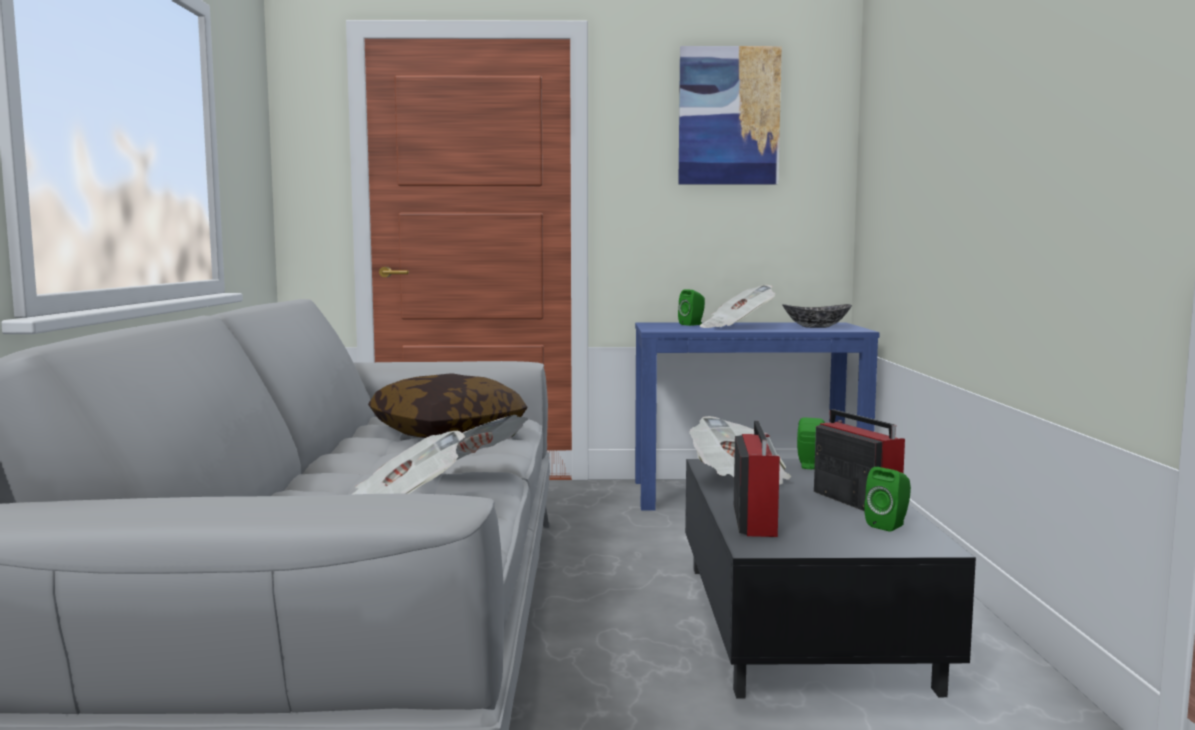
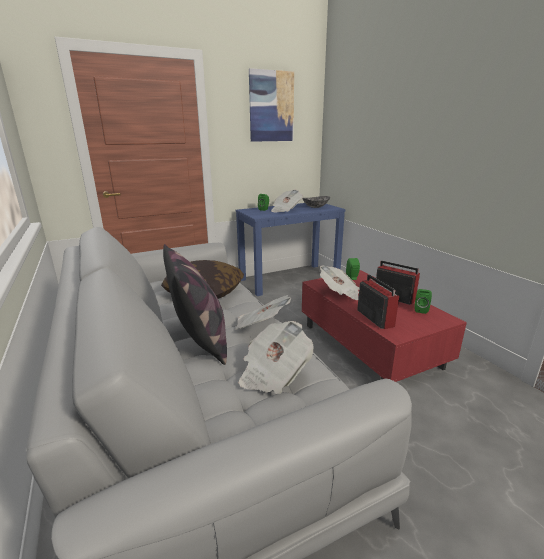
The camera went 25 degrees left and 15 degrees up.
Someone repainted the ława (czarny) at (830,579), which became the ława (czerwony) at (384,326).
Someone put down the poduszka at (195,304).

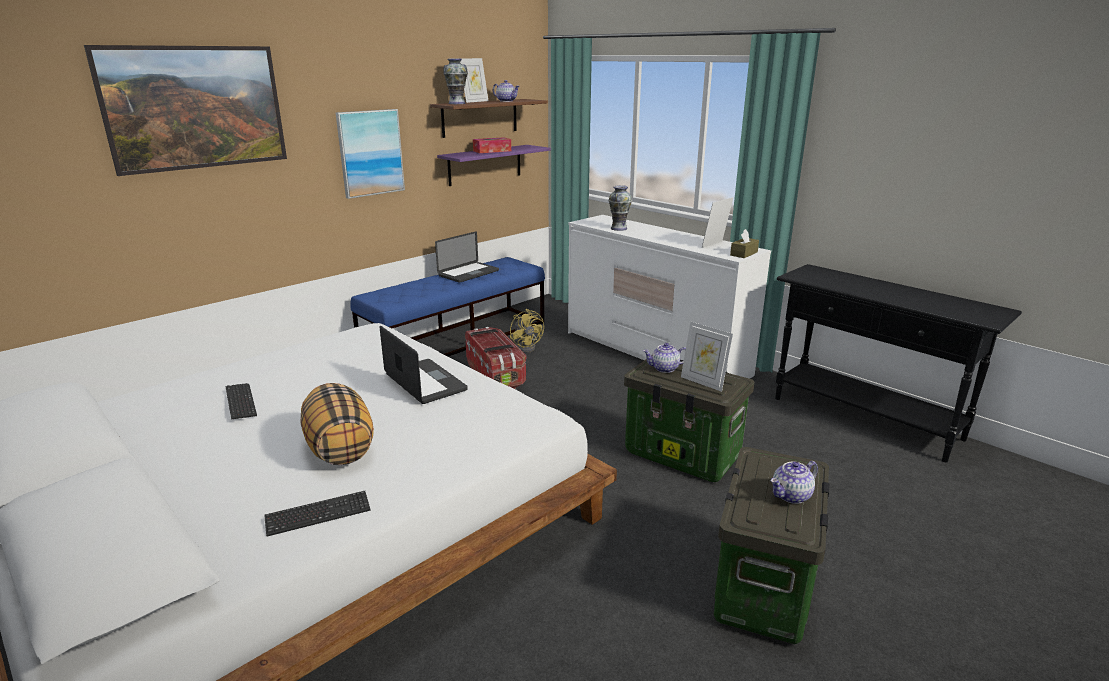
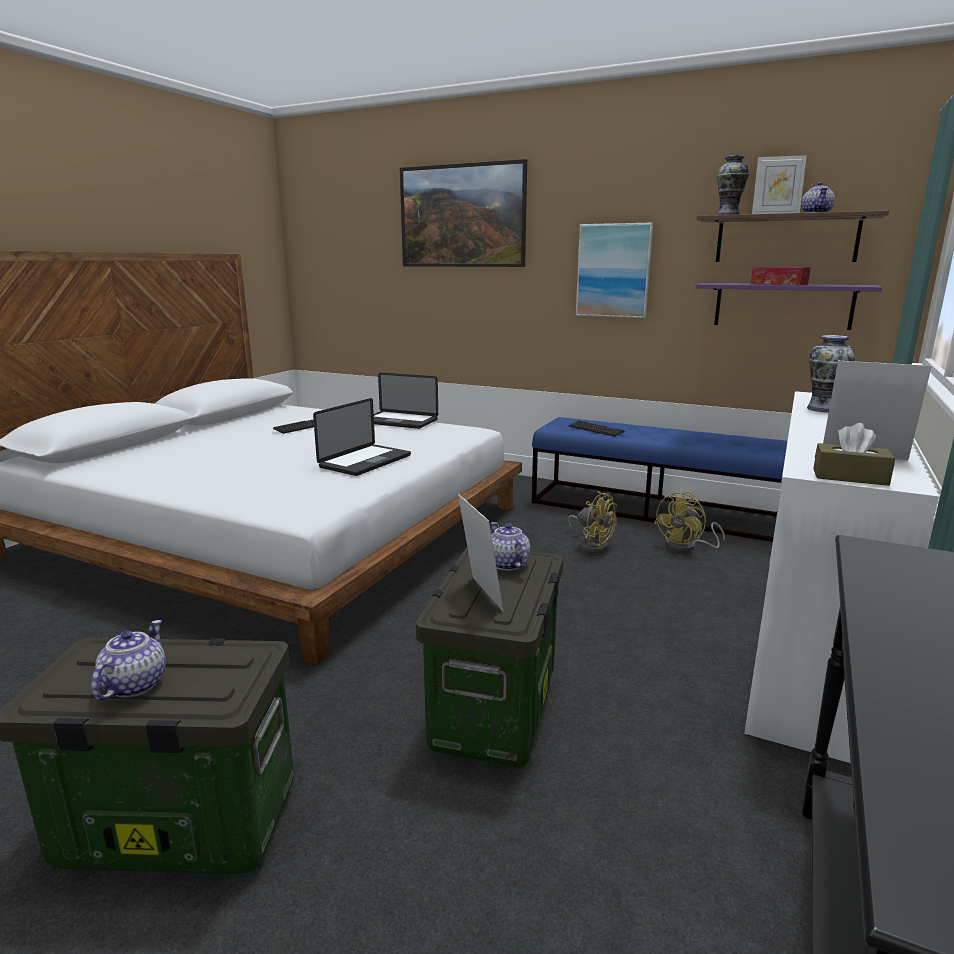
The camera went 70 degrees right and 5 degrees down.
Someone carried the laptop from (467,257) to (406,401).
Someone rotated the ramka na zdjęcie at (707,357) by 135 degrees clockwise.
Someone swapped the pojemnik do przechowywania at (495,358) for the wentylator (żółty) at (592,522).
Someone took away the poduszka at (337,424).
Someone rotated the imbryk at (794,482) by 60 degrees clockwise.
Someone carried the klawiatura from (317,514) to (597,429).

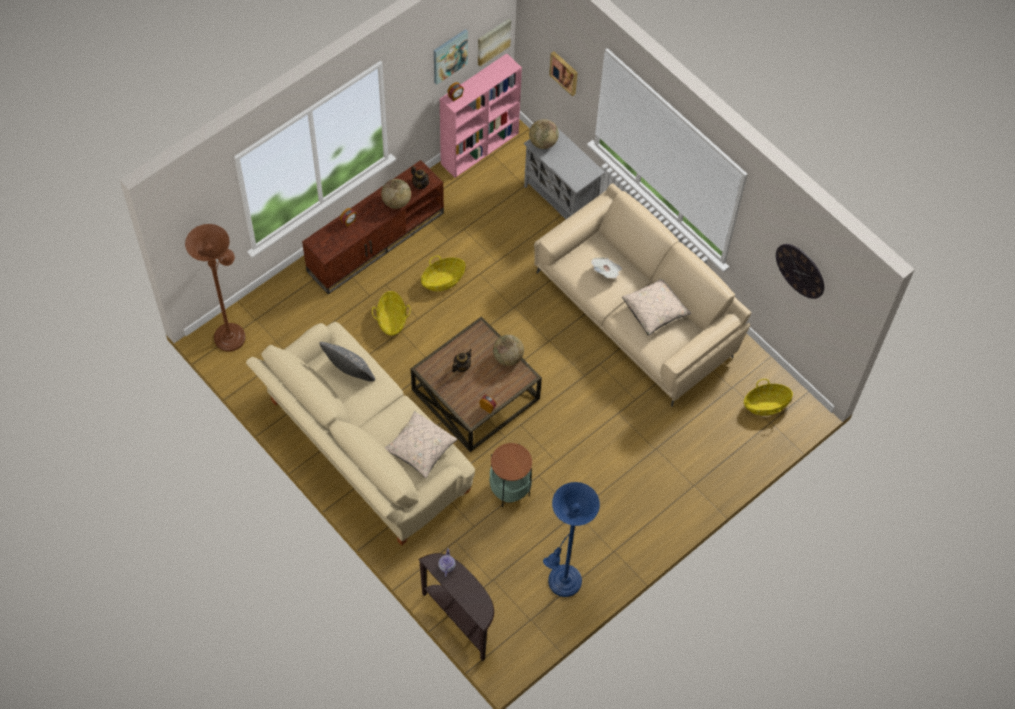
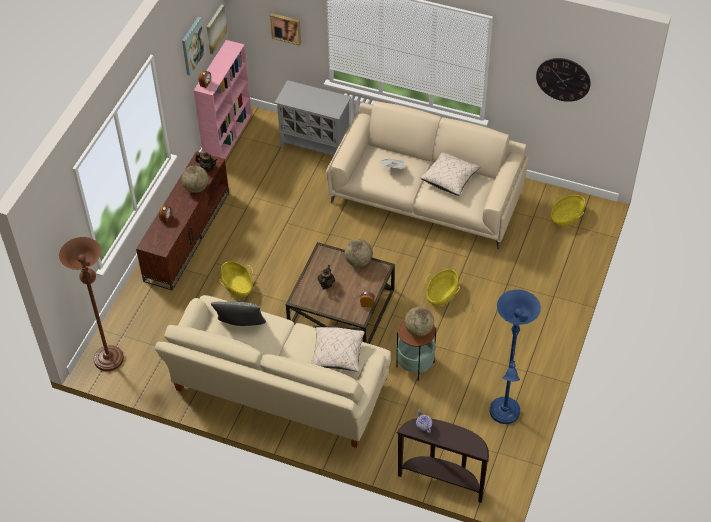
The camera went 25 degrees left and 10 degrees down.
Someone carried the globus from (544,134) to (419,321).
Someone carried the koszyk from (443,273) to (442,287).

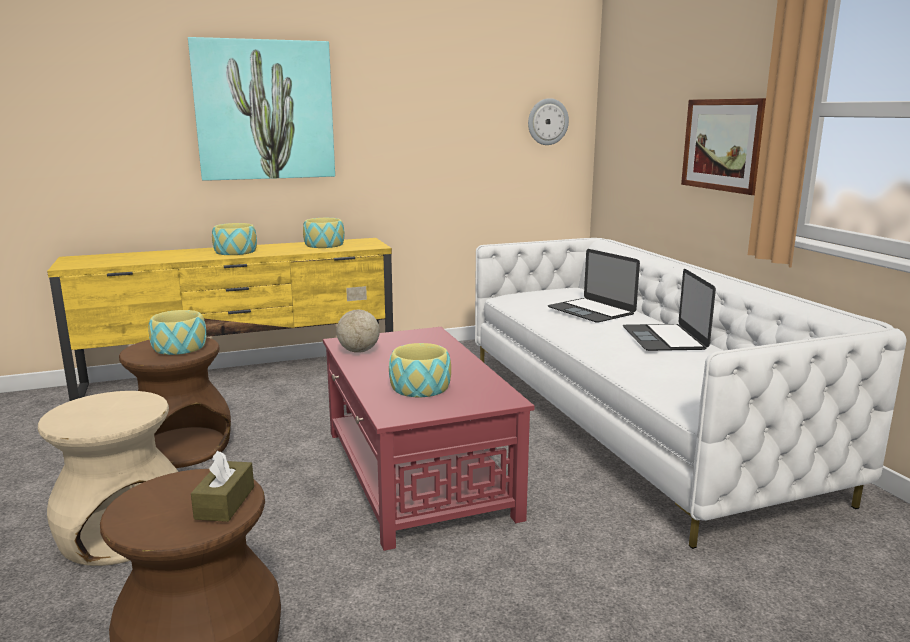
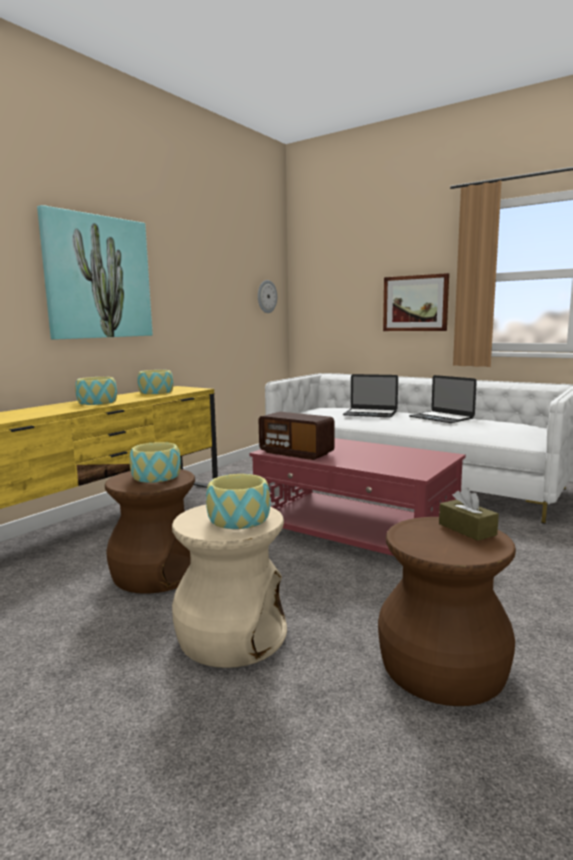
The camera went 35 degrees left and 5 degrees down.
Someone swapped the globus at (358,319) for the radio at (297,436).
Someone carried the miska from (420,370) to (238,501).

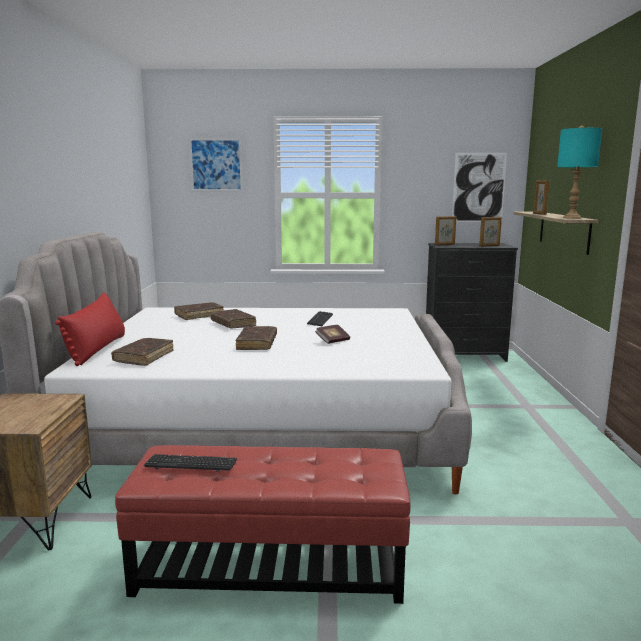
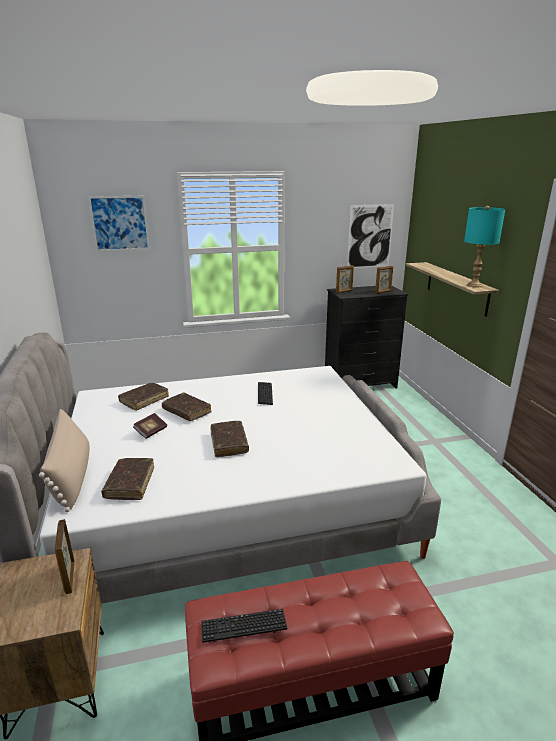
The camera went 15 degrees left and 10 degrees up.
Someone carried the ramka na zdjęcie from (541,198) to (65,556).
Someone repainted the poduszka (czerwony) at (90,329), which became the poduszka (beżowy) at (64,460).
Someone carried the książka from (332,334) to (150,426).

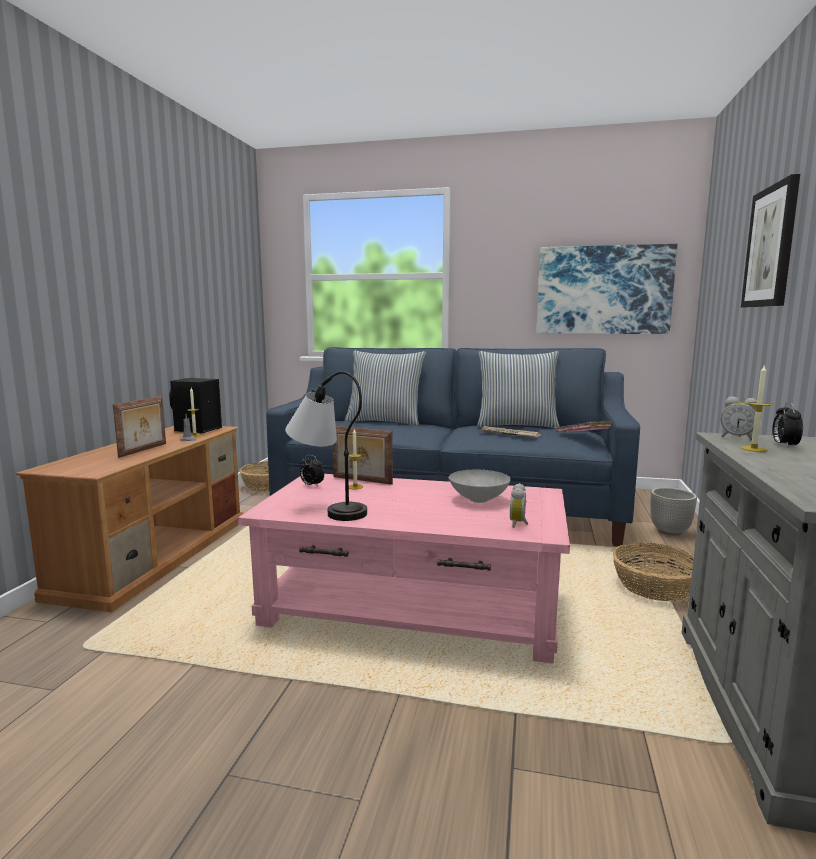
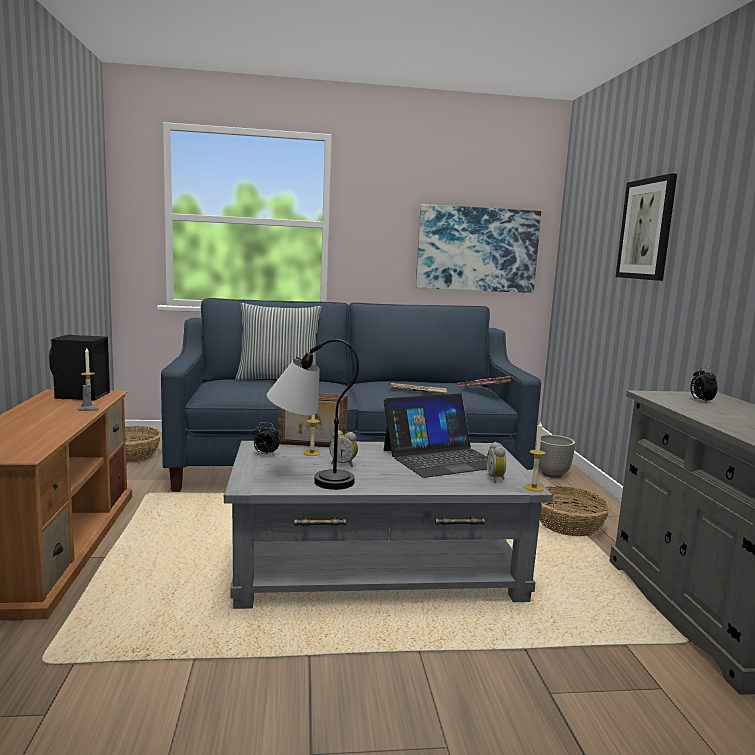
The camera went 20 degrees left and 0 degrees up.
Someone took away the poduszka at (518,389).
Someone carried the świeca from (756,408) to (535,457).
Someone took away the ramka na zdjęcie at (139,427).
Someone carried the budzik from (739,418) to (343,448).
Someone swapped the miska (szary) at (480,486) for the laptop at (435,436).
Someone repainted the ława (różowy) at (404,569), which became the ława (szary) at (388,525).

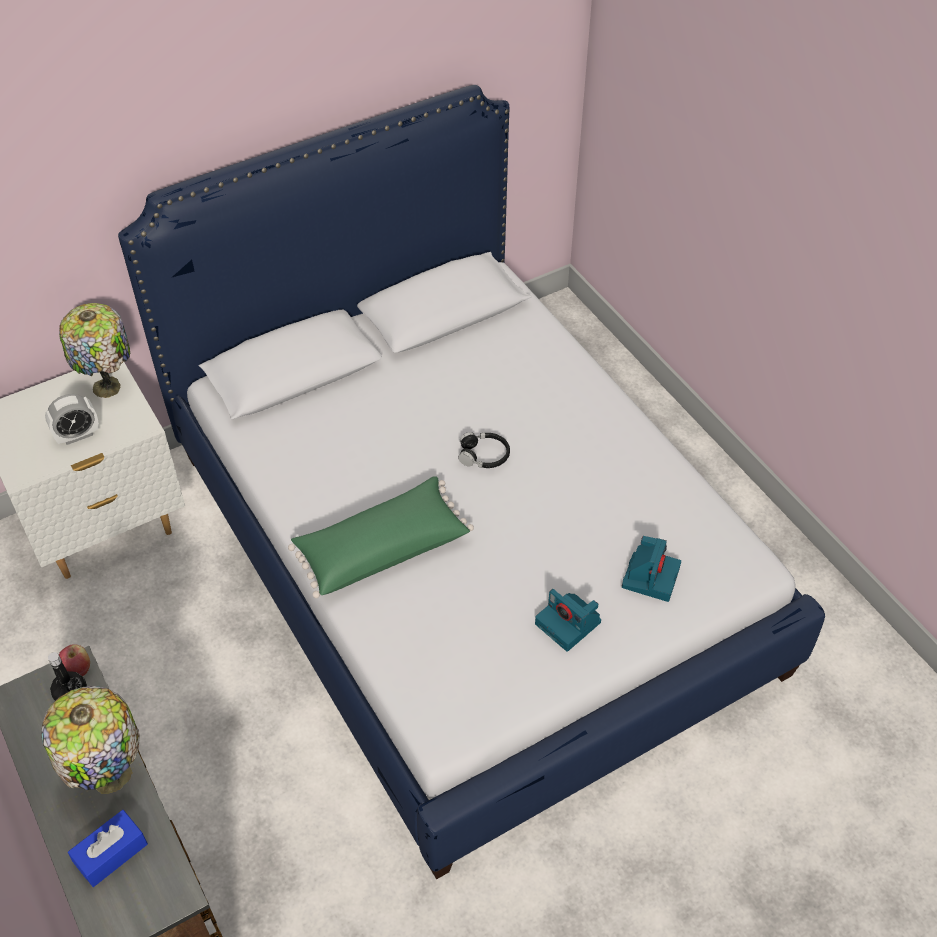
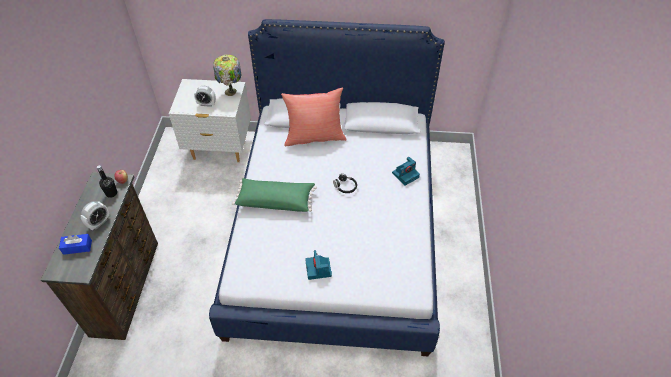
The camera went 35 degrees right and 0 degrees up.
Someone carried the aparat fotograficzny from (651,569) to (406,171).
Someone swapped the lampa stołowa at (90,740) for the budzik at (95,215).
Someone put down the poduszka (czerwony) at (314,117).

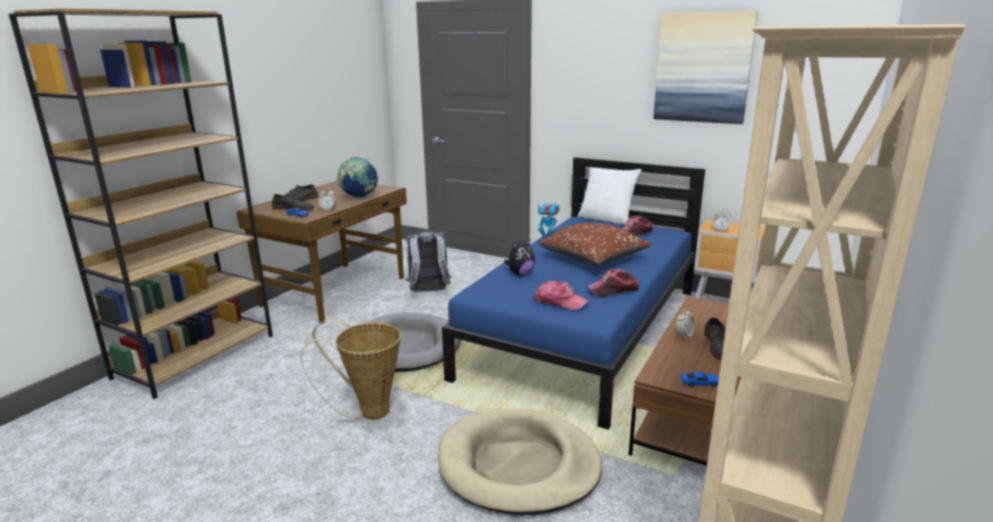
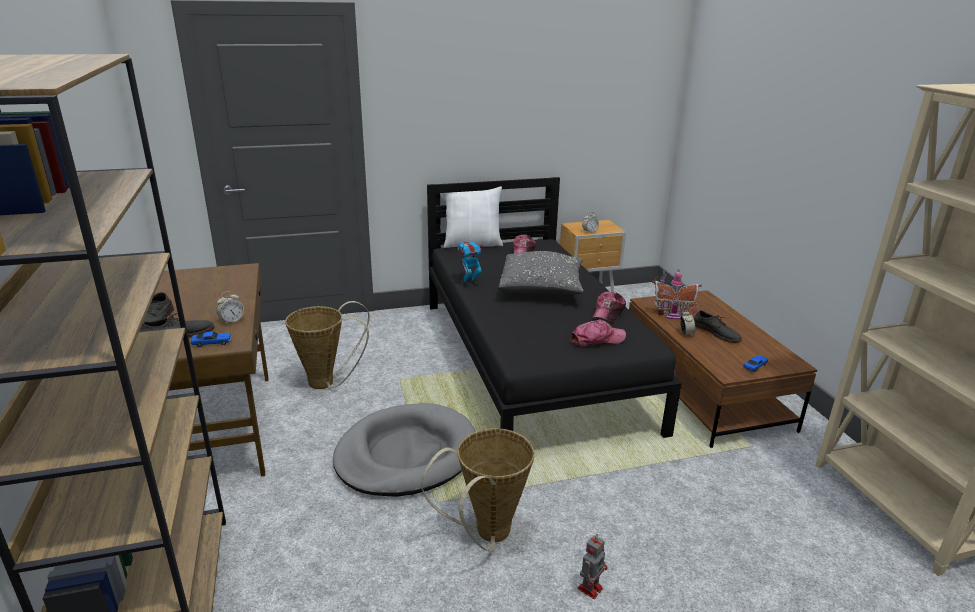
The camera went 45 degrees left and 5 degrees up.
Someone took away the obraz at (705,67).
Someone took away the globus at (357,177).
Someone repainted the łóżko (niebieski) at (573,293), which became the łóżko (czarny) at (554,307).
Someone repainted the poduszka (brązowy) at (595,244), which became the poduszka (szary) at (541,273).
Someone swapped the plecak (szary) at (428,262) for the koszyk at (327,345).
Someone took away the pluszak at (519,256).
Someone took away the legowisko (beżowy) at (520,462).
Someone put down the domek at (677,295).
Someone put down the robot zabawkowy at (593,566).

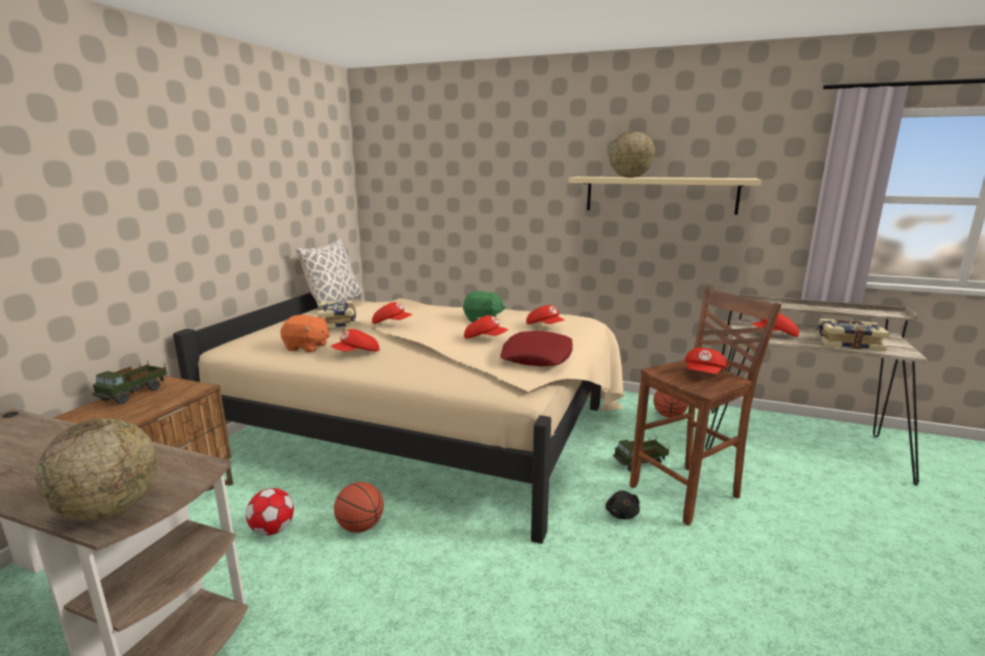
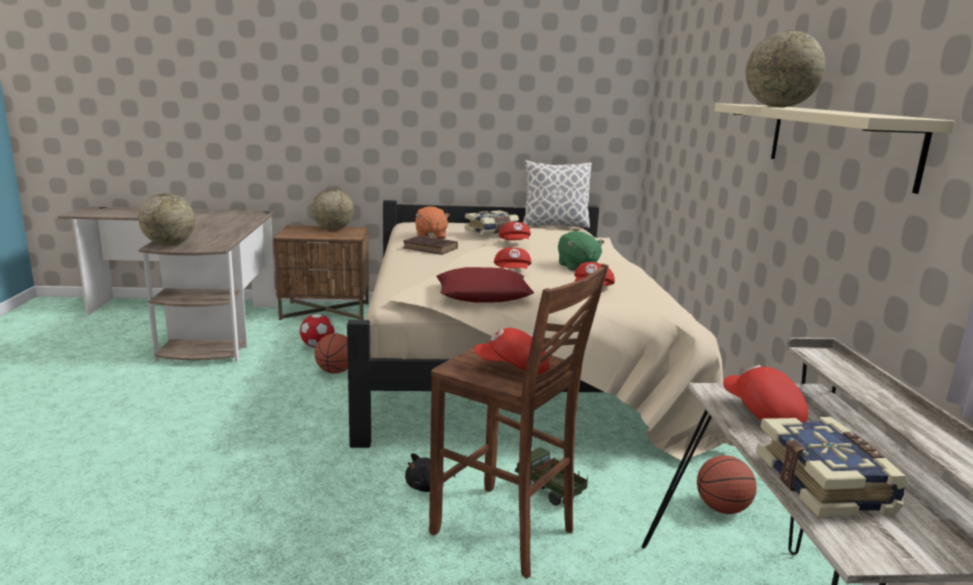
The camera went 65 degrees right and 0 degrees up.
Someone swapped the czapka z daszkiem (czerwony) at (355,340) for the książka (brązowy) at (430,245).
Someone swapped the ciężarówka zabawkowa at (129,382) for the globus at (333,209).

